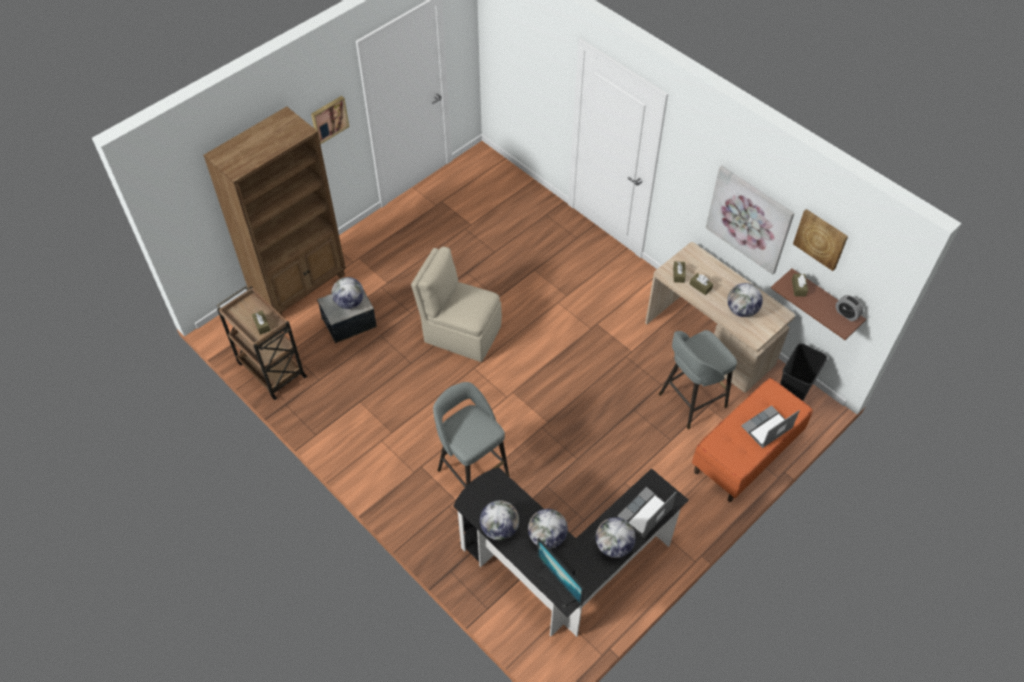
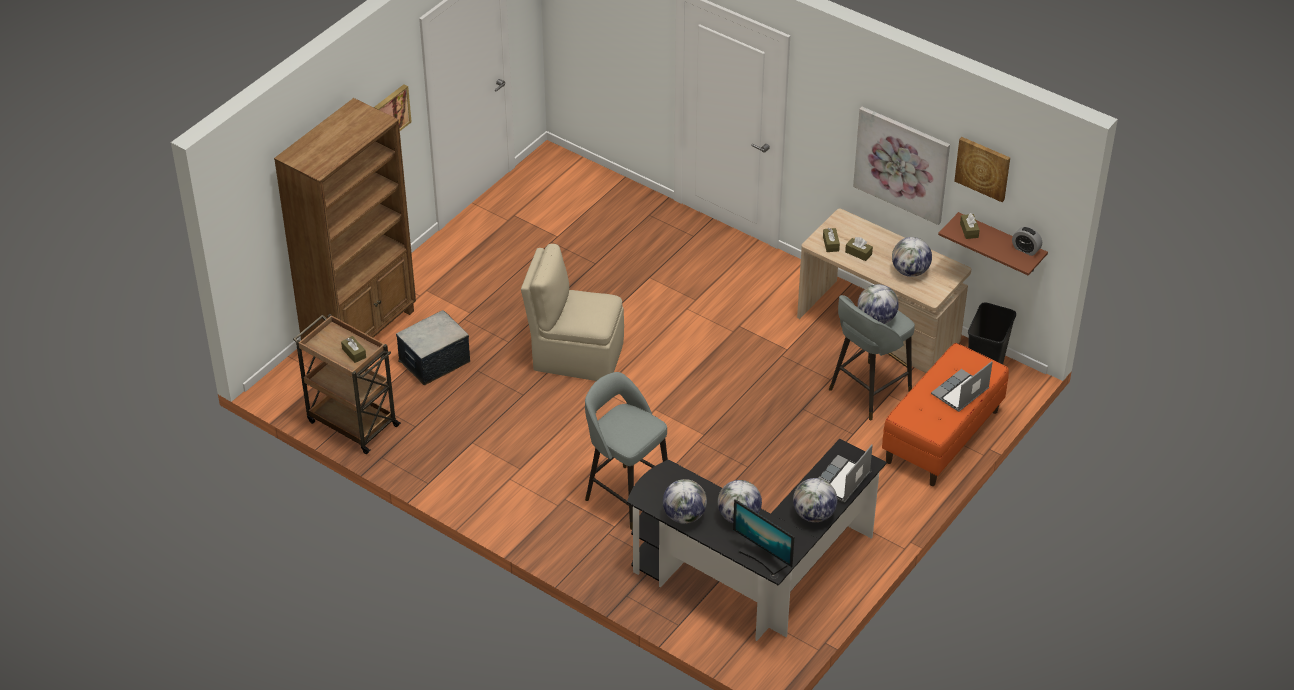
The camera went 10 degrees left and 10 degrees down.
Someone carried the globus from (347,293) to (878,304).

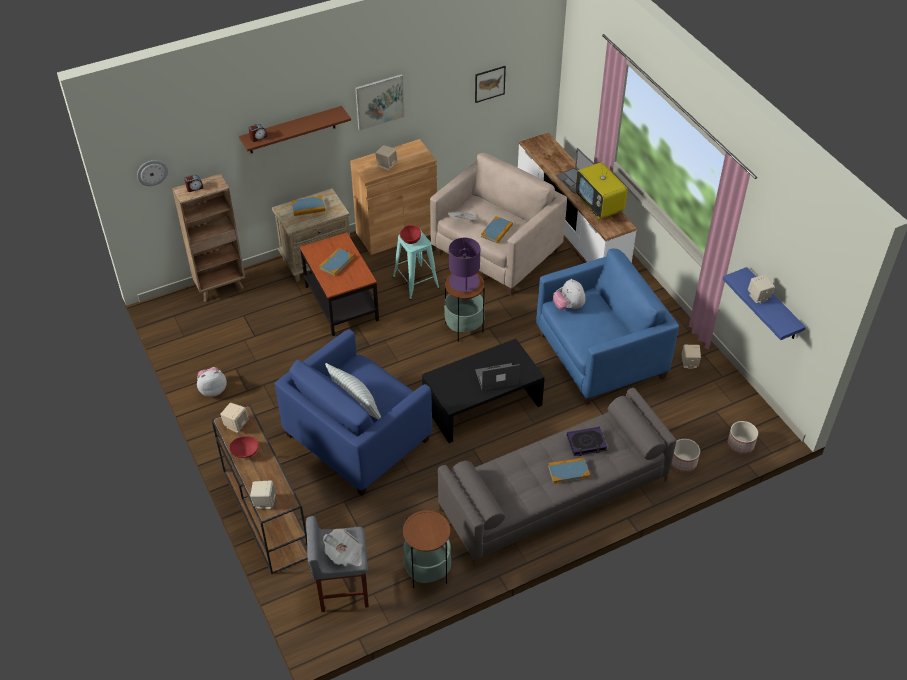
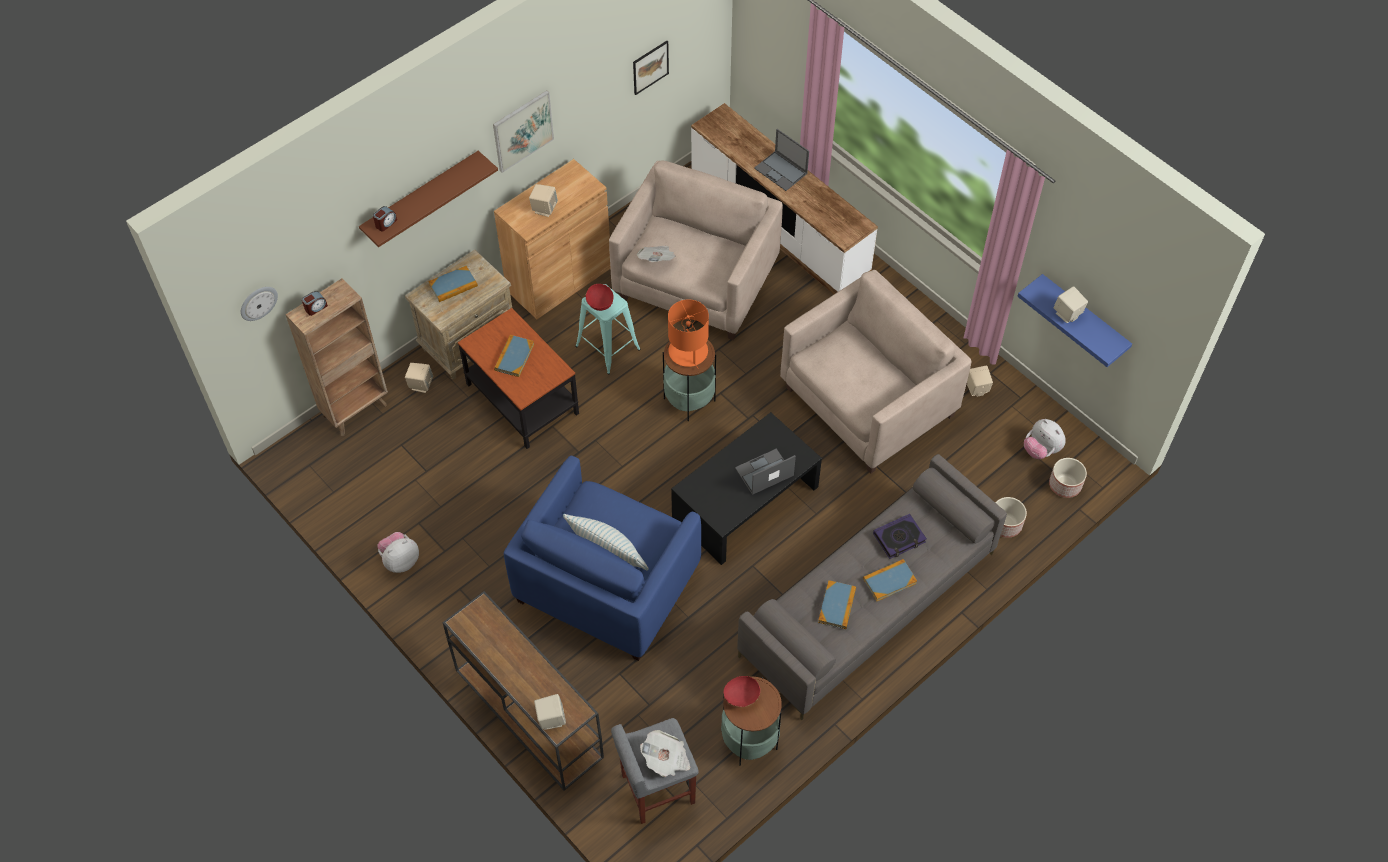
The camera went 15 degrees left and 10 degrees up.
Someone took away the telewizor at (601,187).
Someone carried the książka from (497,229) to (837,604).
Someone repainted the lampa stołowa (fioletowy) at (464,265), which became the lampa stołowa (pomarańczowy) at (688,334).
Someone repainted the fotel (niebieski) at (607,327), which became the fotel (beżowy) at (875,372).
Someone carried the pluszak from (569,294) to (1045,439).
Someone carried the głośnik (beżowy) from (234,418) to (419,378).
Someone carried the miska (czerwony) from (243,447) to (742,691).

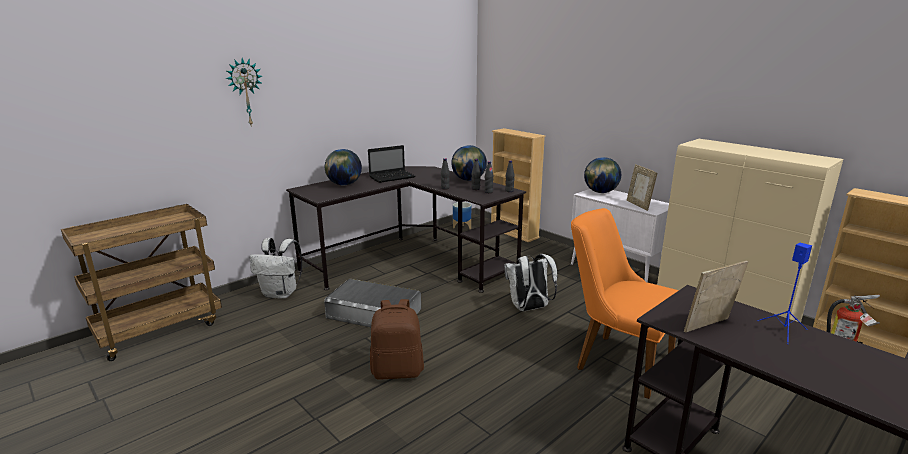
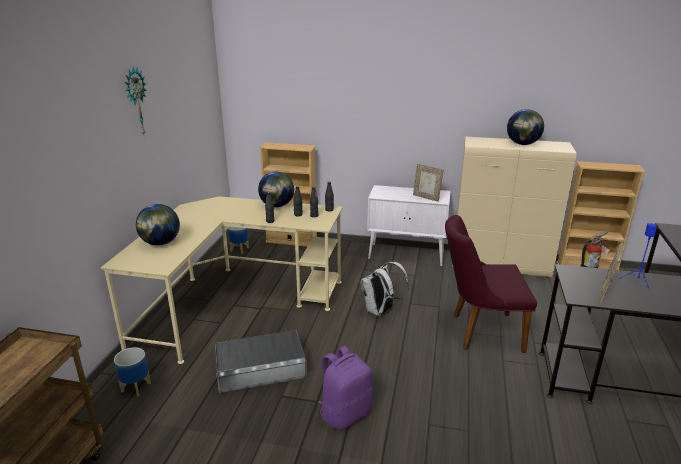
The camera went 35 degrees left and 5 degrees up.
Someone carried the zegar ścienny from (244,92) to (136,101).
Someone took away the laptop at (391,164).
Someone carried the globus from (602,175) to (525,127).
Someone repainted the biurko (czarny) at (406,229), which became the biurko (beżowy) at (222,280).
Someone repainted the krzesło (pomarańczowy) at (625,303), which became the krzesło (fioletowy) at (491,284).
Someone swapped the plecak (biały) at (276,268) for the donica at (132,372).
Someone repainted the plecak (brązowy) at (397,339), which became the plecak (fioletowy) at (345,388).

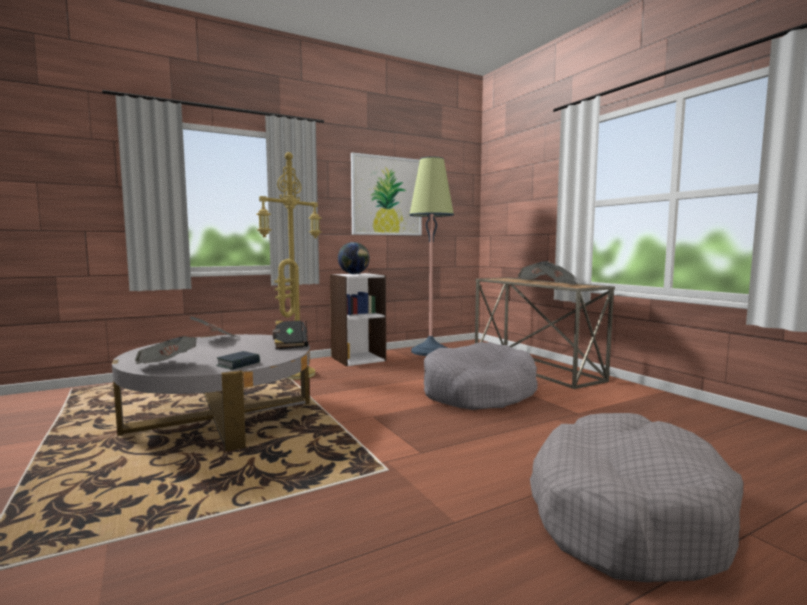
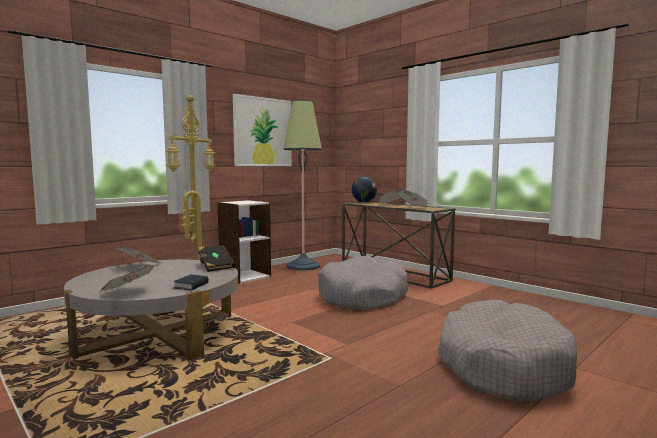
The camera went 15 degrees left and 0 degrees up.
Someone carried the globus from (354,258) to (364,189).

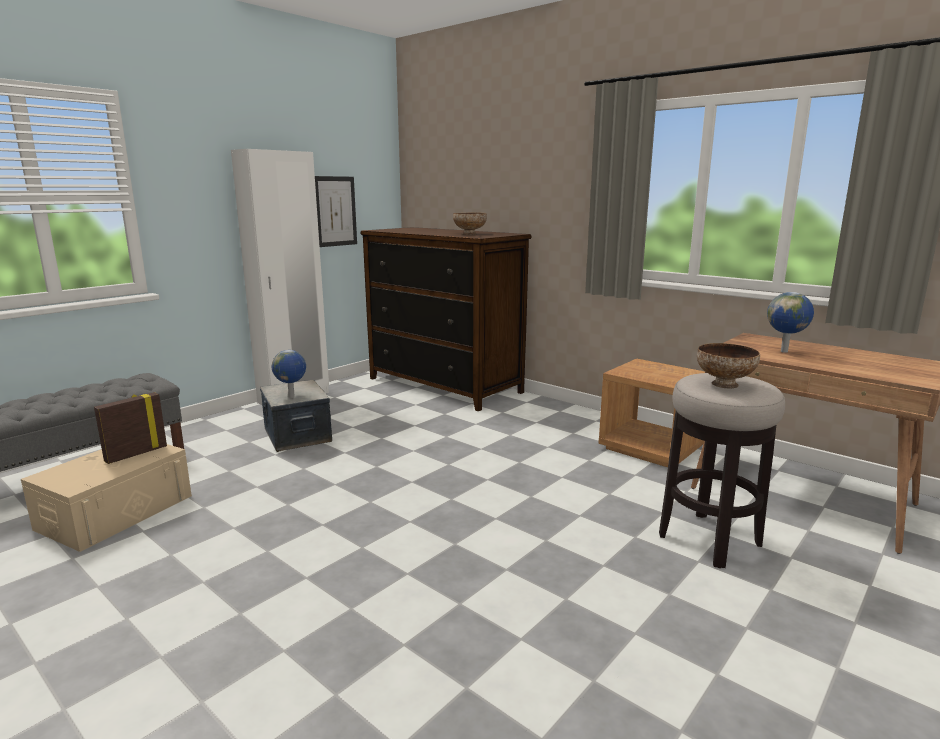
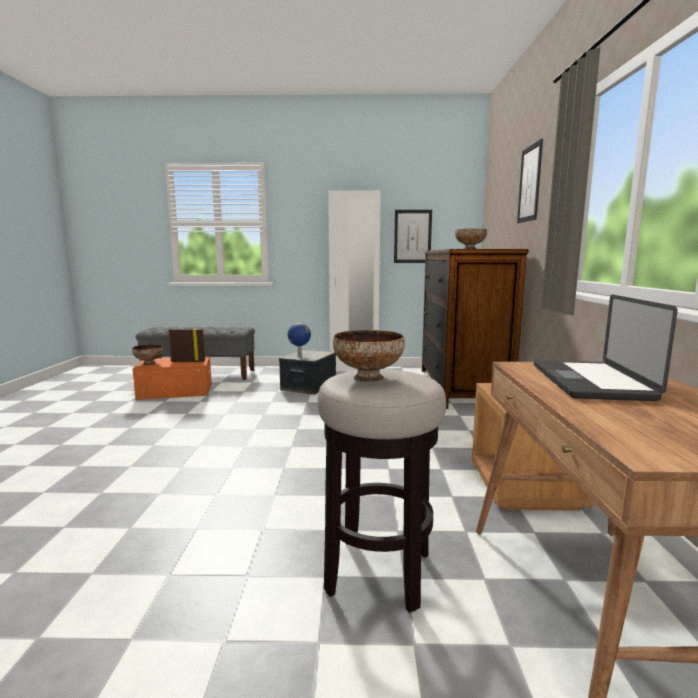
The camera went 50 degrees right and 5 degrees down.
Someone swapped the globus at (790,322) for the laptop at (606,347).
Someone repainted the pojemnik do przechowywania (beżowy) at (106,498), which became the pojemnik do przechowywania (pomarańczowy) at (172,378).
Someone put up the obraz at (530,181).
Someone put down the miska at (147,354).

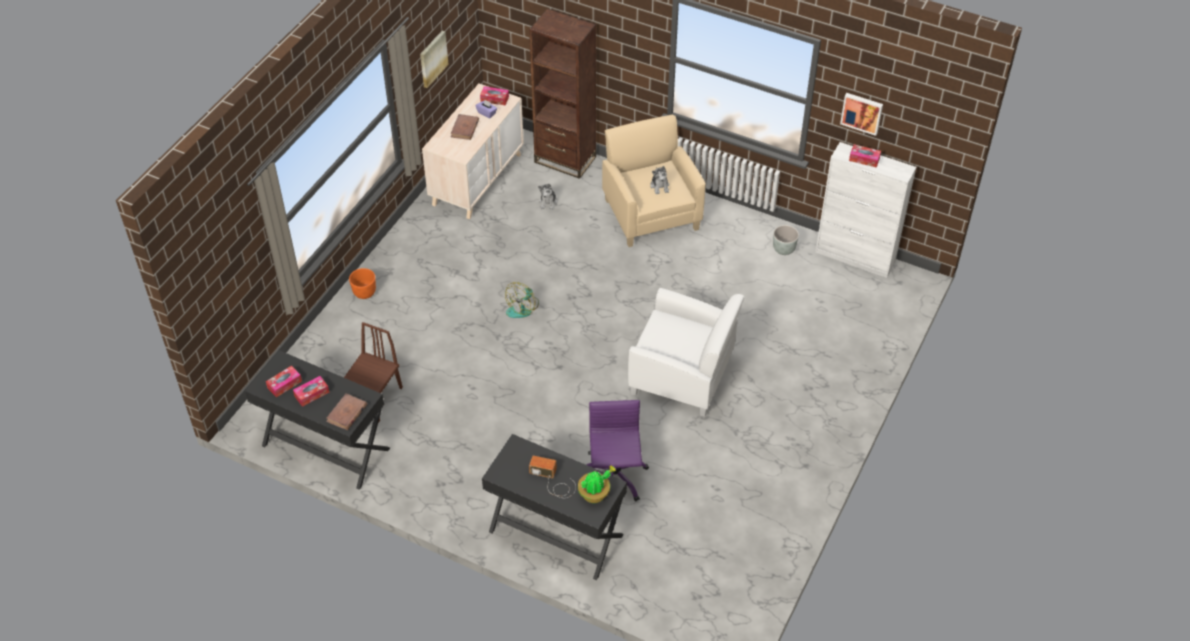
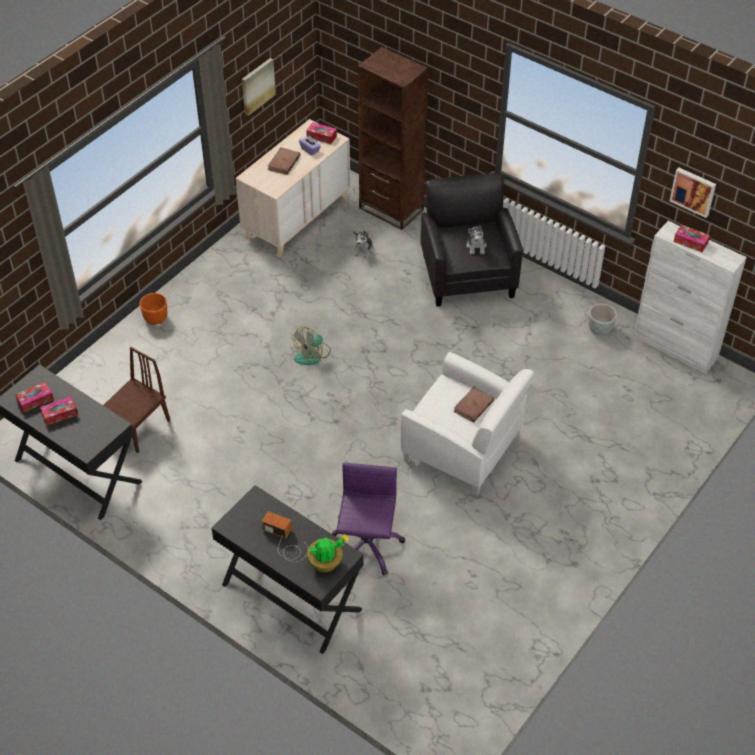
The camera went 10 degrees right and 0 degrees up.
Someone repainted the fotel (beżowy) at (654,181), which became the fotel (czarny) at (472,240).
Someone carried the książka (brązowy) from (346,411) to (473,405).

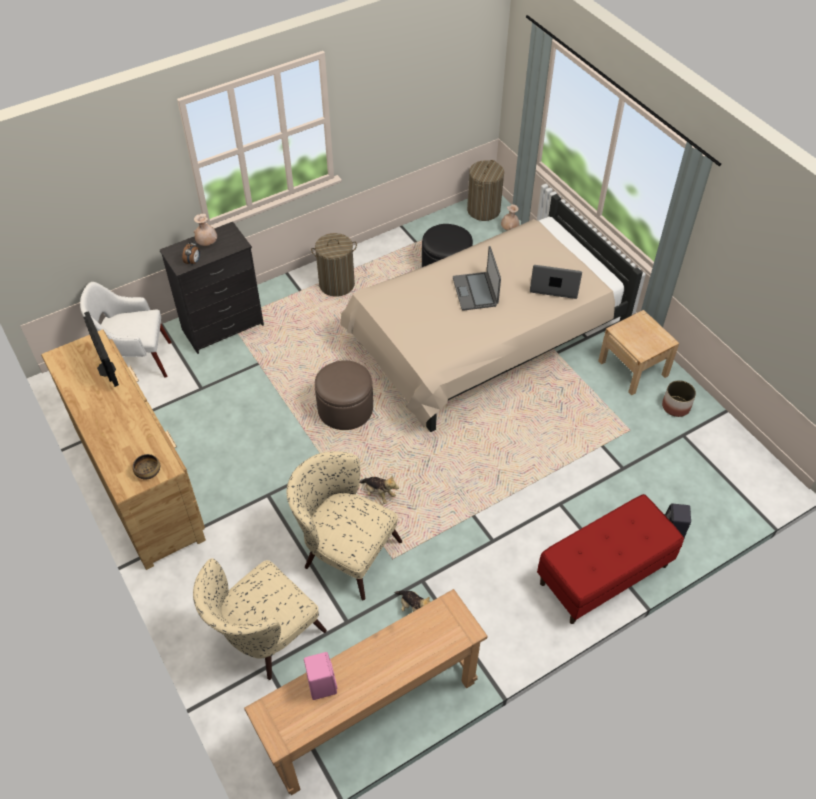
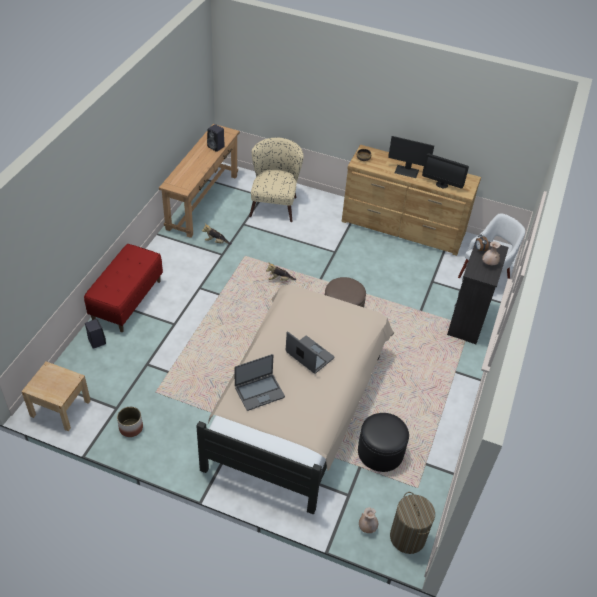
The camera went 140 degrees right and 5 degrees down.
Someone took away the kosz na pranie at (334,265).
Someone carried the szafka nocna (beżowy) from (638,352) to (56,396).
Someone took away the fotel (beżowy) at (344,525).
Someone repainted the głośnik (różowy) at (320,676), which became the głośnik (czarny) at (216,138).
Someone put down the monitor at (411,157).

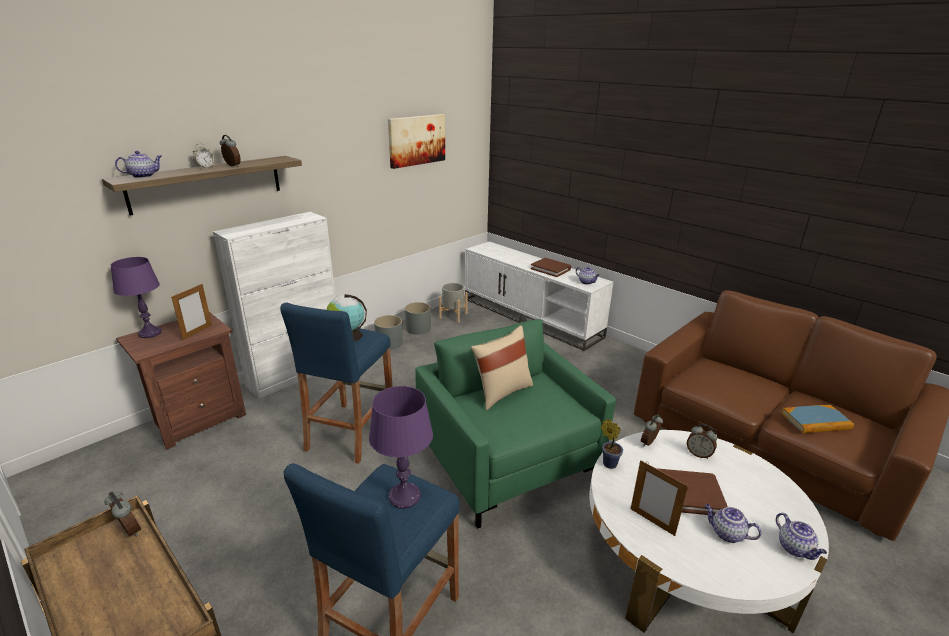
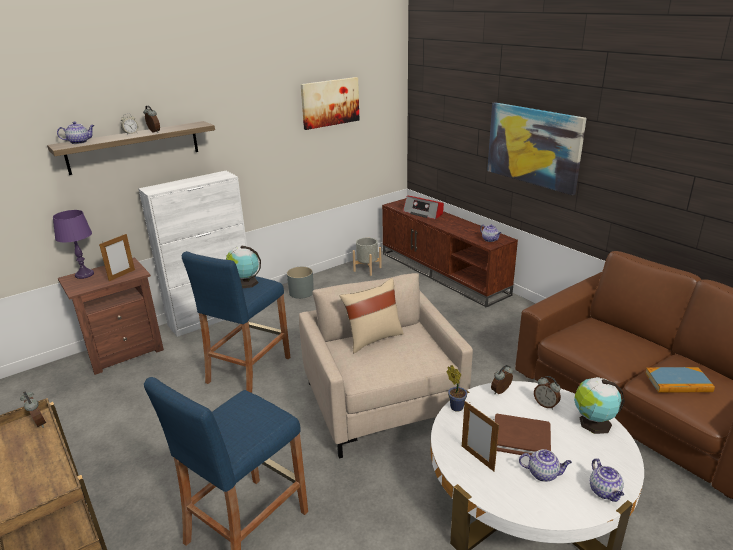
The camera went 10 degrees right and 0 degrees up.
Someone repainted the szafka pod telewizor (biały) at (539,296), which became the szafka pod telewizor (brązowy) at (450,252).
Someone took away the książka (brązowy) at (550,267).
Someone took away the donica (szary) at (418,318).
Someone repainted the fotel (zielony) at (515,424), which became the fotel (beżowy) at (386,366).
Someone took away the lampa stołowa (fioletowy) at (401,447).
Someone rotated the imbryk at (733,523) by 150 degrees clockwise.
Someone put up the obraz at (537,148).
Someone put down the radio at (423,207).
Someone put down the globus at (599,405).

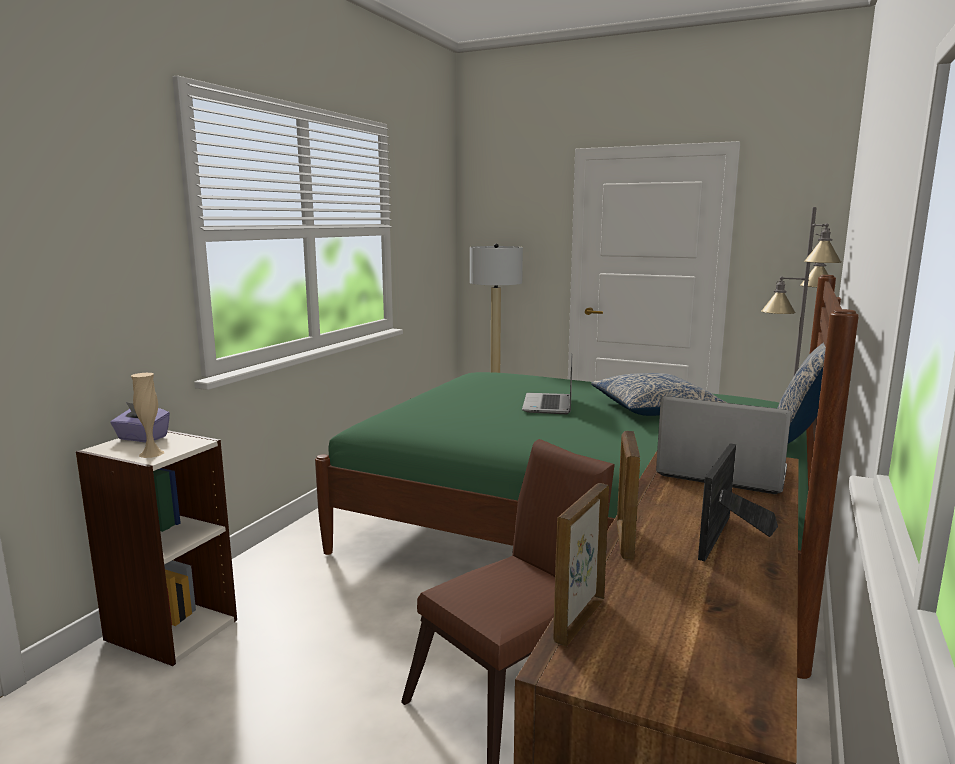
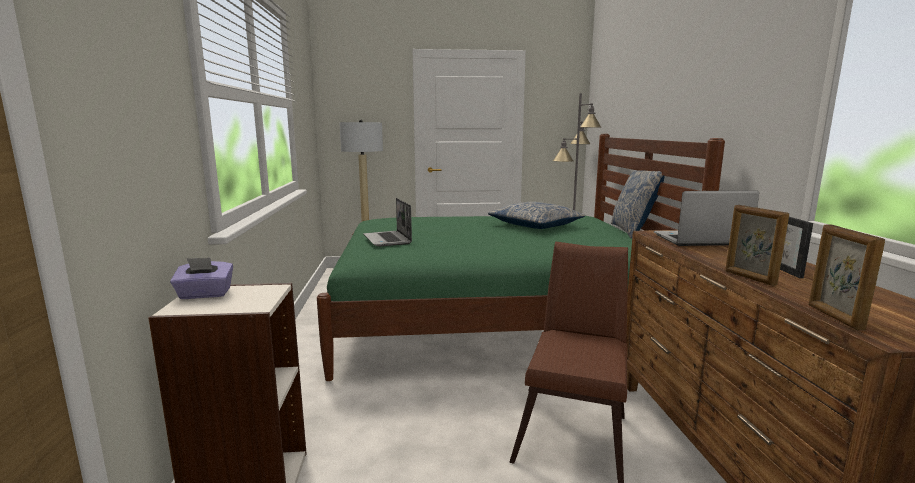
The camera went 30 degrees left and 0 degrees up.
Someone carried the laptop from (547,383) to (387,222).
Someone took away the wazon (beżowy) at (147,415).

